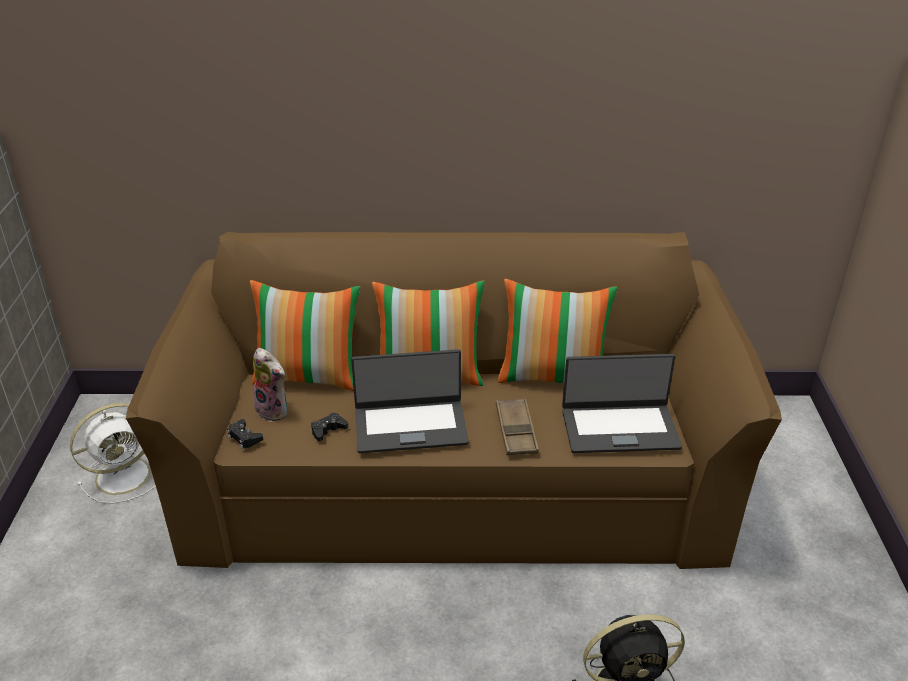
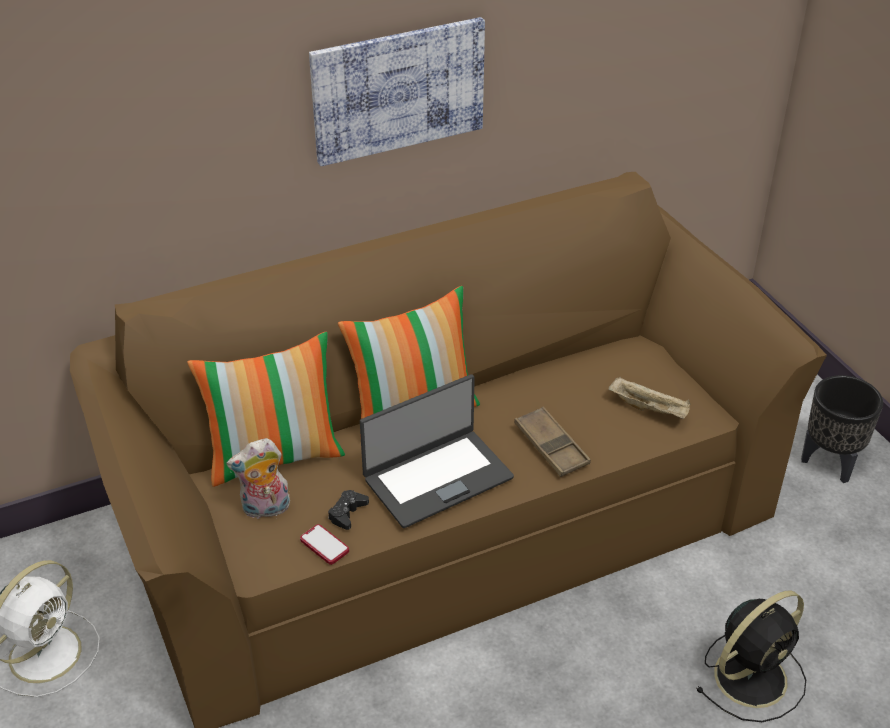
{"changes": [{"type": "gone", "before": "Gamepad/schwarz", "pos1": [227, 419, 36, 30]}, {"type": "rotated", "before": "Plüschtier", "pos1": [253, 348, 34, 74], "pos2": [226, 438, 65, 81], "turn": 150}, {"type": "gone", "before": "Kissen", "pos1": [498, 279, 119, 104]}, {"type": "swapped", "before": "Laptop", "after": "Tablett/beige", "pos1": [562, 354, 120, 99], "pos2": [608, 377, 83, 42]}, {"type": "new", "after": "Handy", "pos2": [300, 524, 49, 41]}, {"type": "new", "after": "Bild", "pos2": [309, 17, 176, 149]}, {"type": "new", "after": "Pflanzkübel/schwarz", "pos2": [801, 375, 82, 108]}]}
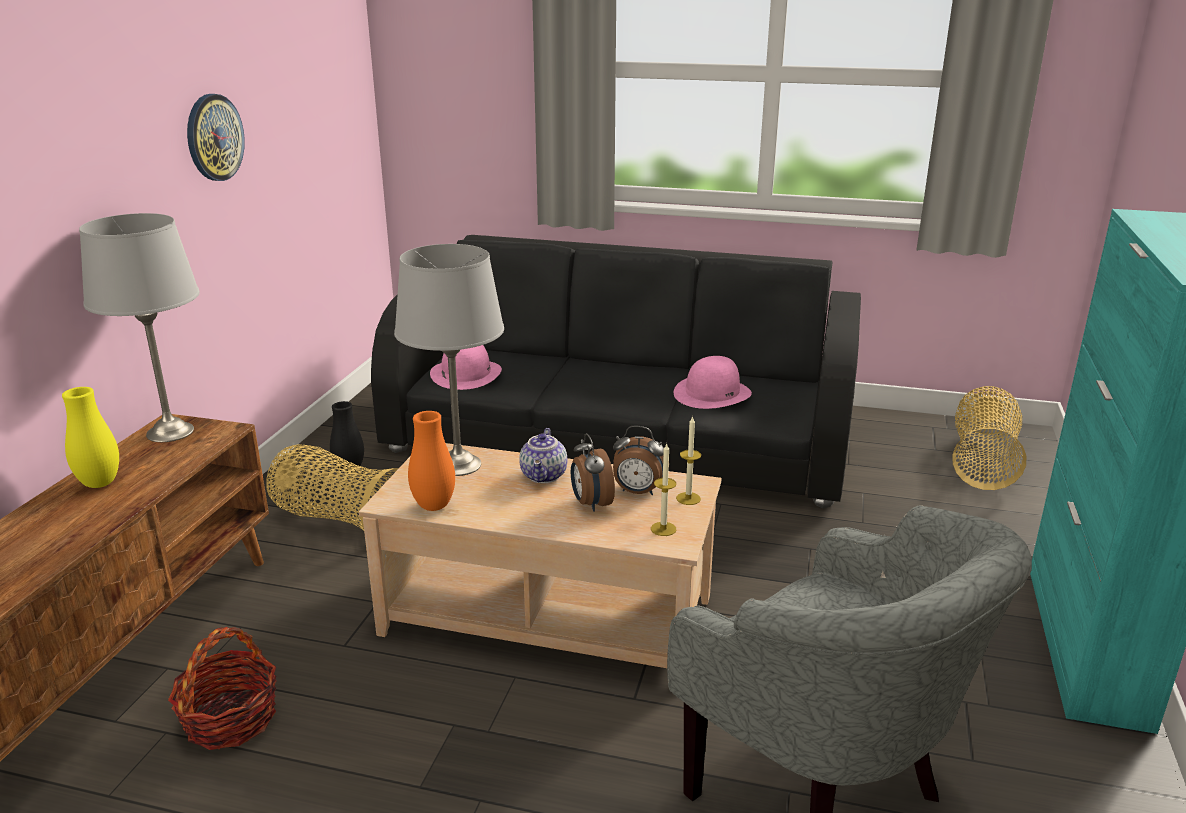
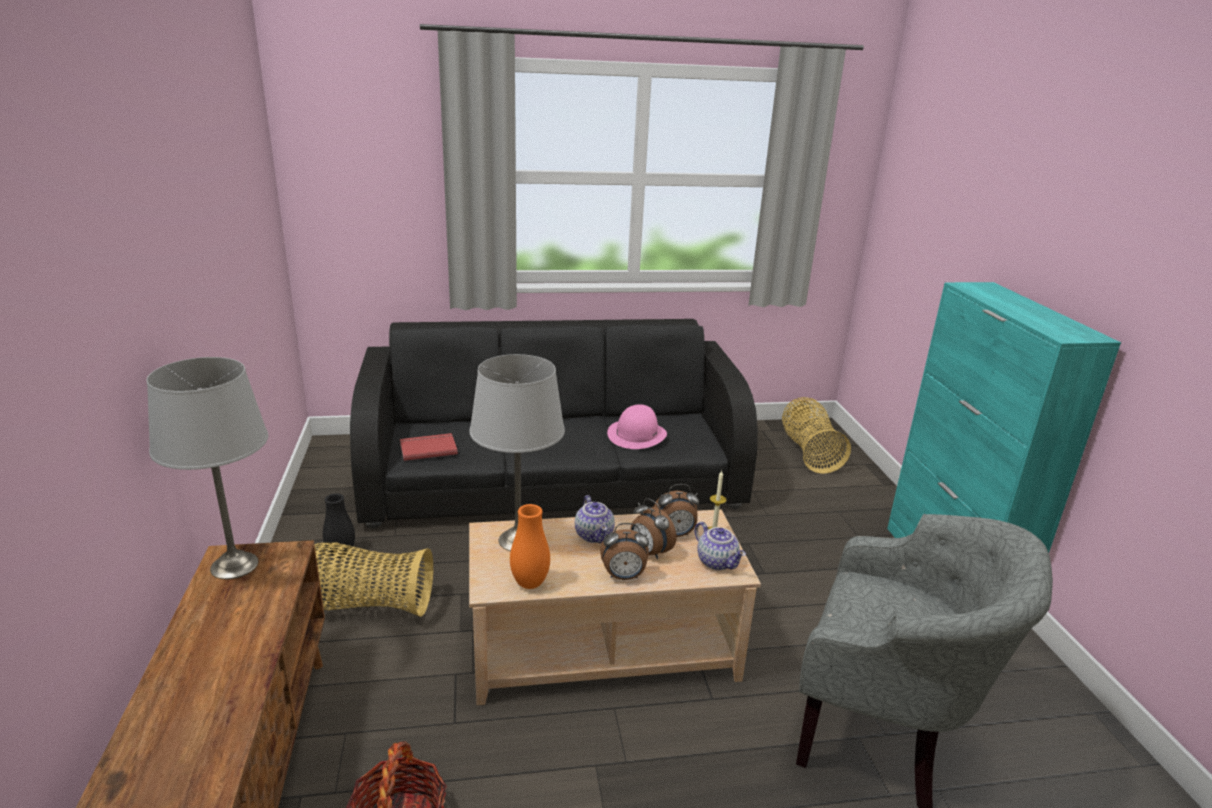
{"changes": [{"type": "gone", "before": "Vase/gelb", "pos1": [62, 387, 57, 101]}, {"type": "gone", "before": "Wanduhr", "pos1": [187, 94, 58, 87]}, {"type": "swapped", "before": "Hut/rosa", "after": "Buch/rot", "pos1": [430, 345, 72, 45], "pos2": [400, 433, 58, 28]}, {"type": "swapped", "before": "Kerze", "after": "Teekanne", "pos1": [651, 444, 25, 92], "pos2": [695, 522, 51, 49]}, {"type": "new", "after": "Wecker", "pos2": [600, 523, 49, 57]}]}
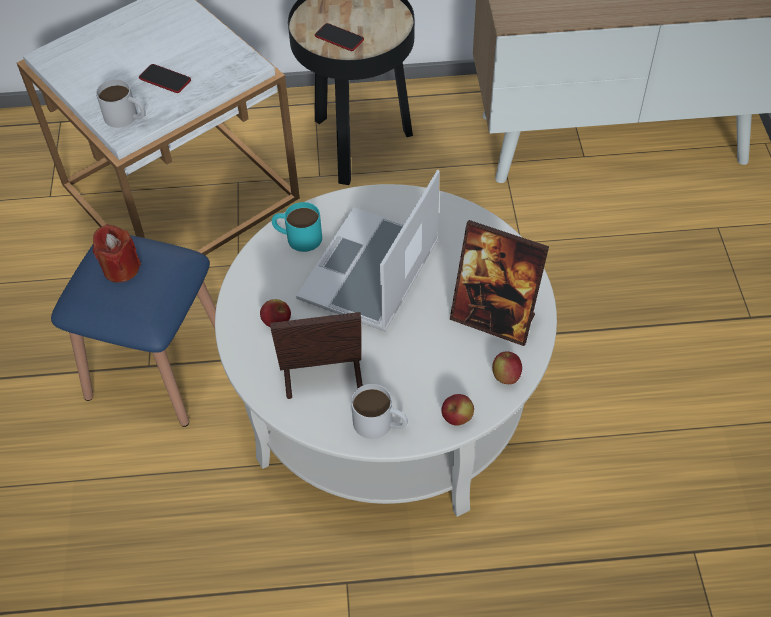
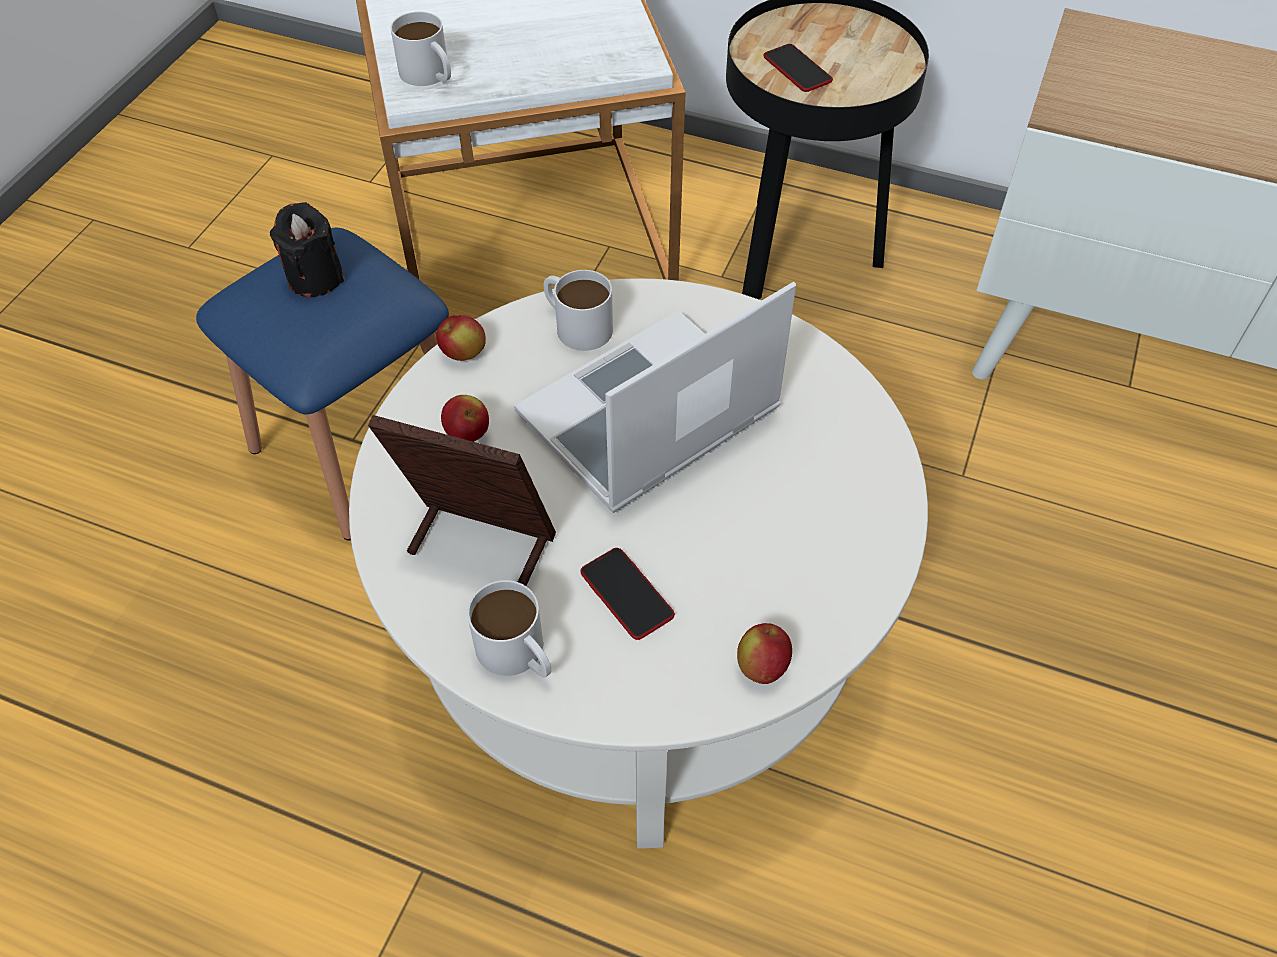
{"changes": [{"type": "repainted", "before": "Kerze/rot", "after": "Kerze/schwarz", "pos1": [93, 224, 48, 59], "pos2": [270, 202, 74, 95]}, {"type": "shifted", "before": "Handy", "pos1": [139, 64, 52, 29], "pos2": [580, 548, 95, 92]}, {"type": "repainted", "before": "Henkelbecher/türkis", "after": "Henkelbecher/weiß", "pos1": [272, 202, 50, 50], "pos2": [543, 270, 70, 81]}, {"type": "shifted", "before": "Apfel", "pos1": [441, 394, 33, 32], "pos2": [436, 315, 50, 46]}, {"type": "gone", "before": "Bilderrahmen", "pos1": [450, 220, 99, 126]}]}
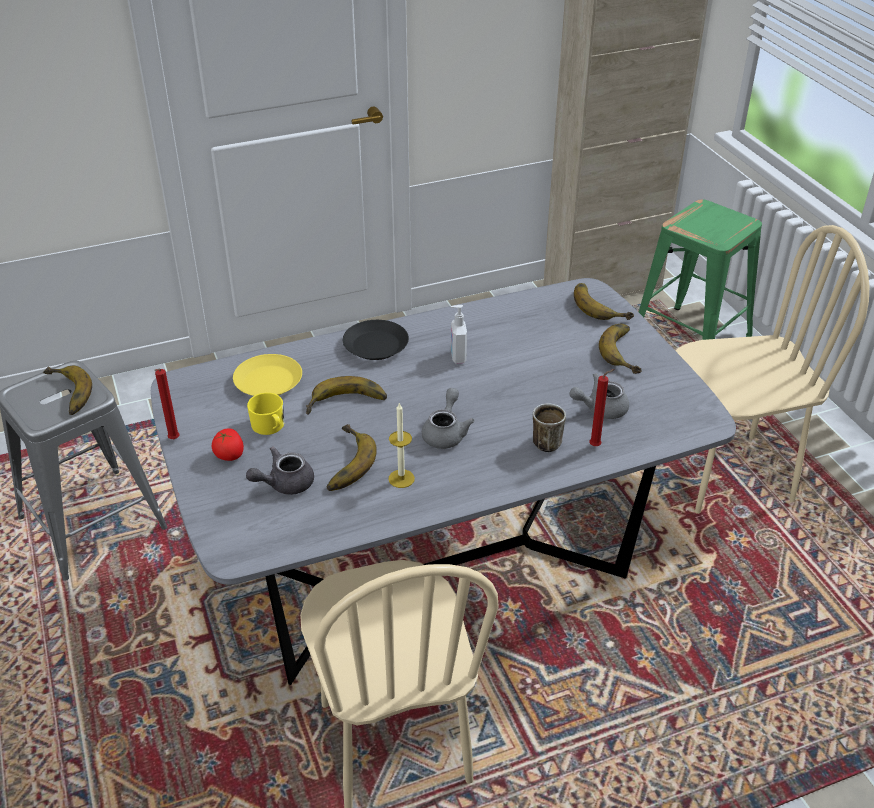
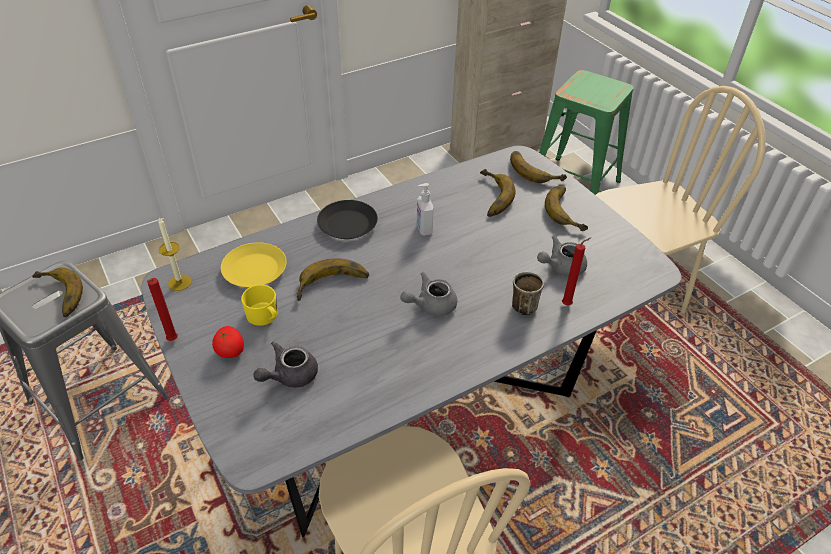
{"changes": [{"type": "shifted", "before": "Banane", "pos1": [327, 424, 50, 67], "pos2": [480, 169, 35, 48]}, {"type": "shifted", "before": "Kerze", "pos1": [388, 403, 27, 85], "pos2": [158, 217, 33, 74]}, {"type": "rotated", "before": "Teekanne/grau", "pos1": [422, 388, 53, 61], "pos2": [400, 272, 57, 44], "turn": -120}]}
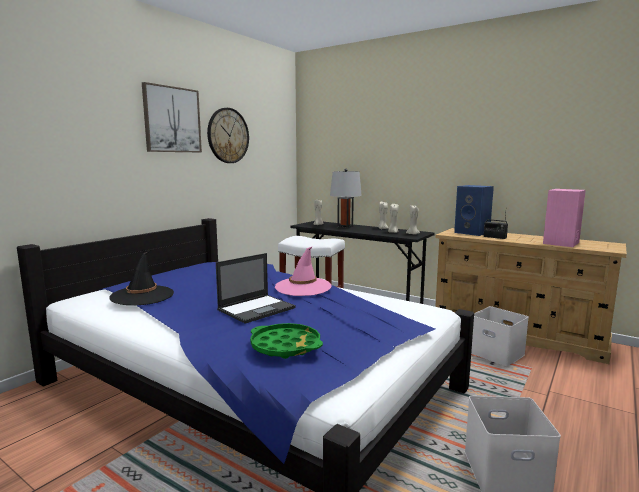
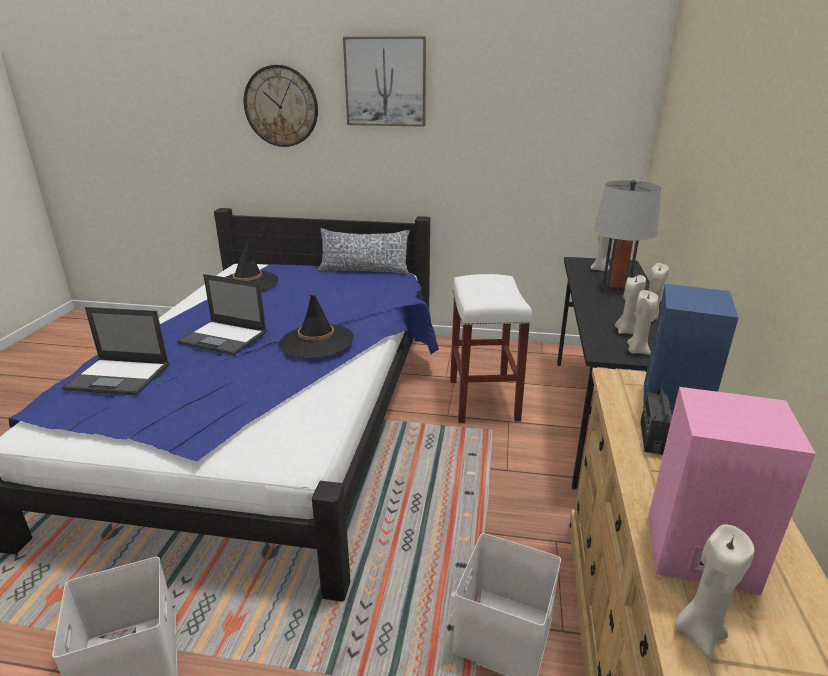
{"changes": [{"type": "shifted", "before": "Wanduhr", "pos1": [207, 108, 42, 55], "pos2": [244, 65, 74, 82]}, {"type": "swapped", "before": "Tablett/grün", "after": "Laptop", "pos1": [250, 323, 73, 36], "pos2": [62, 307, 107, 89]}, {"type": "repainted", "before": "Hut/rosa", "after": "Hut/schwarz", "pos1": [275, 246, 57, 50], "pos2": [279, 295, 75, 64]}, {"type": "new", "after": "Kissen", "pos2": [318, 228, 92, 46]}, {"type": "new", "after": "Kerze/beige", "pos2": [675, 524, 79, 132]}]}
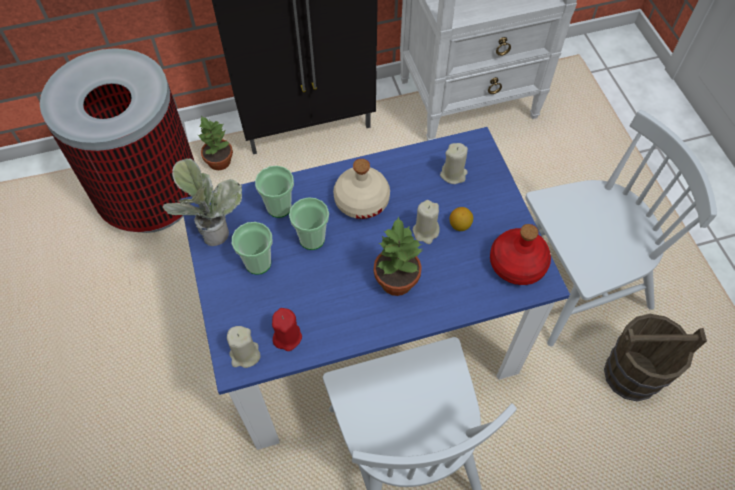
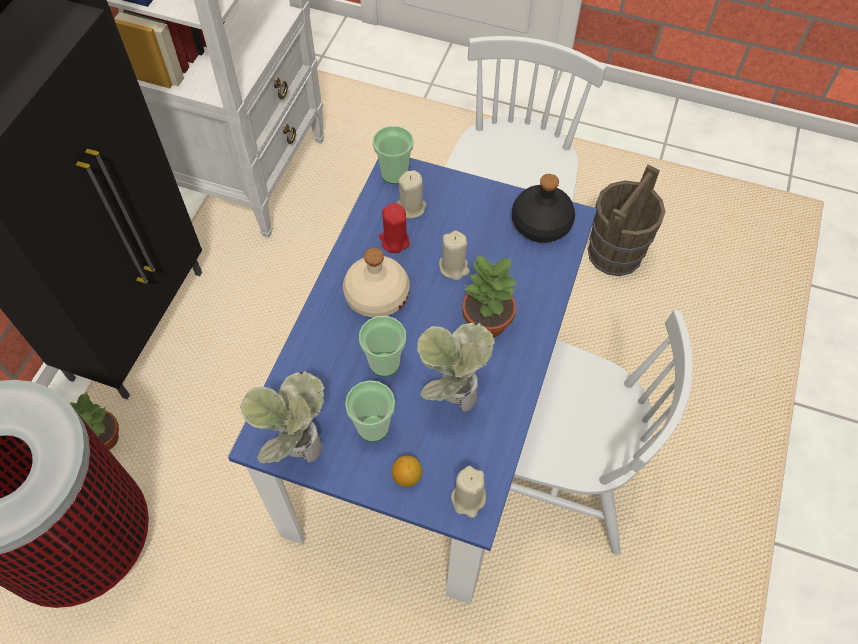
{"changes": [{"type": "shifted", "before": "Tasse", "pos1": [255, 166, 39, 52], "pos2": [373, 126, 41, 58]}, {"type": "shifted", "before": "Kerze/rot", "pos1": [272, 308, 30, 43], "pos2": [379, 203, 31, 50]}, {"type": "shifted", "before": "Zitrone", "pos1": [449, 207, 24, 24], "pos2": [392, 456, 30, 31]}, {"type": "repainted", "before": "Flasche/rot", "after": "Flasche/schwarz", "pos1": [490, 224, 61, 61], "pos2": [512, 174, 63, 69]}, {"type": "new", "after": "Topfpflanze", "pos2": [417, 323, 78, 89]}]}
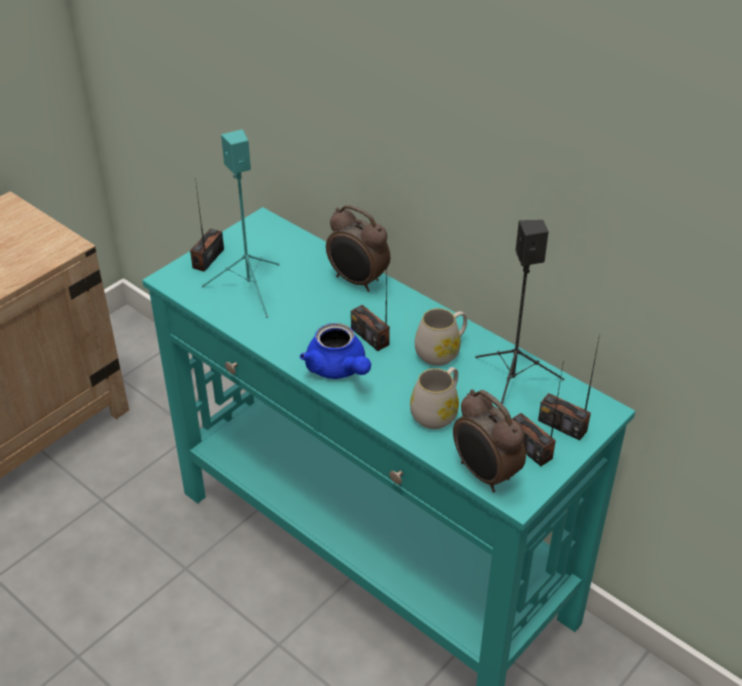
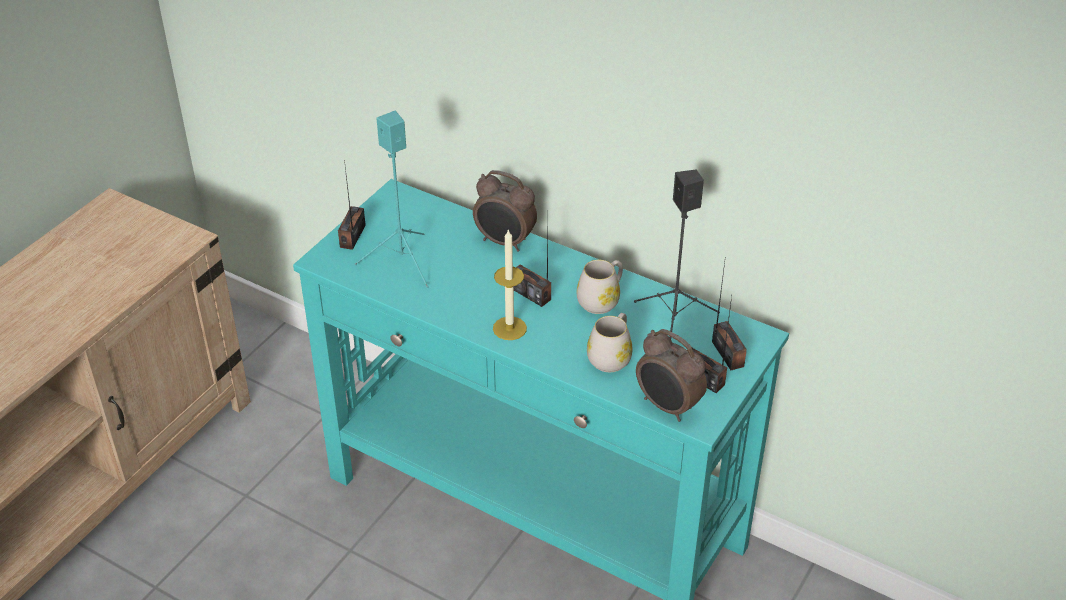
{"changes": [{"type": "swapped", "before": "Teekanne/blau", "after": "Kerze", "pos1": [300, 323, 71, 56], "pos2": [493, 229, 34, 111]}, {"type": "rotated", "before": "Radio", "pos1": [538, 334, 62, 107], "pos2": [712, 262, 35, 108], "turn": -135}]}
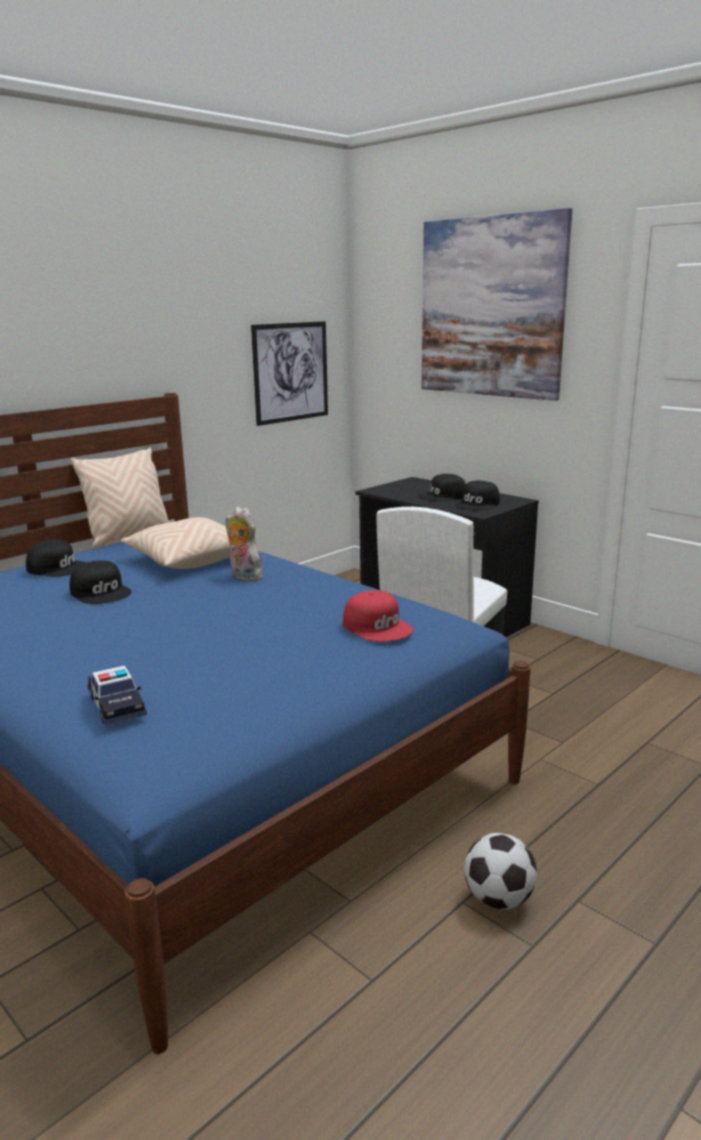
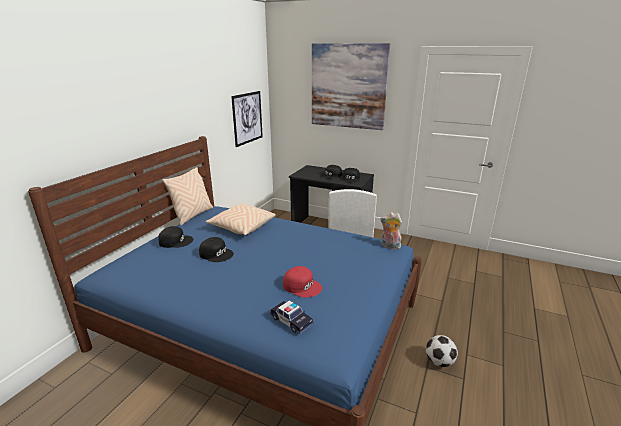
{"changes": [{"type": "shifted", "before": "Plüschtier", "pos1": [225, 507, 38, 74], "pos2": [380, 212, 22, 38]}, {"type": "shifted", "before": "Kappe/rot", "pos1": [343, 590, 70, 52], "pos2": [283, 266, 39, 32]}]}
